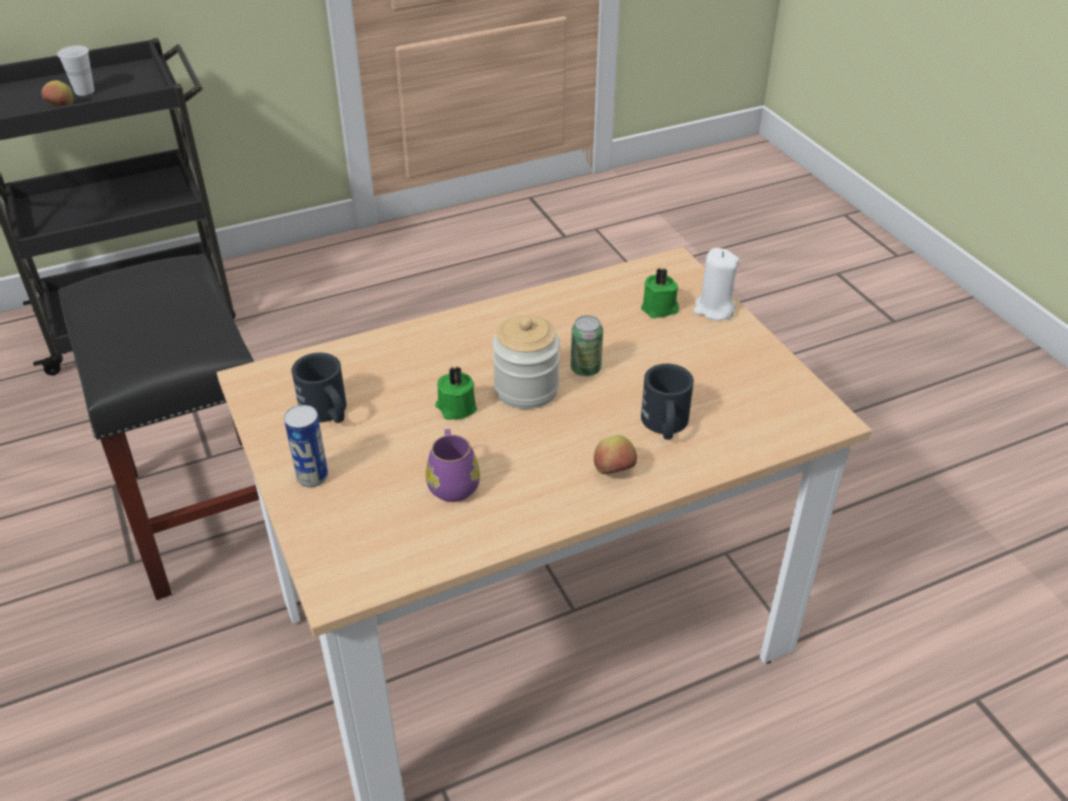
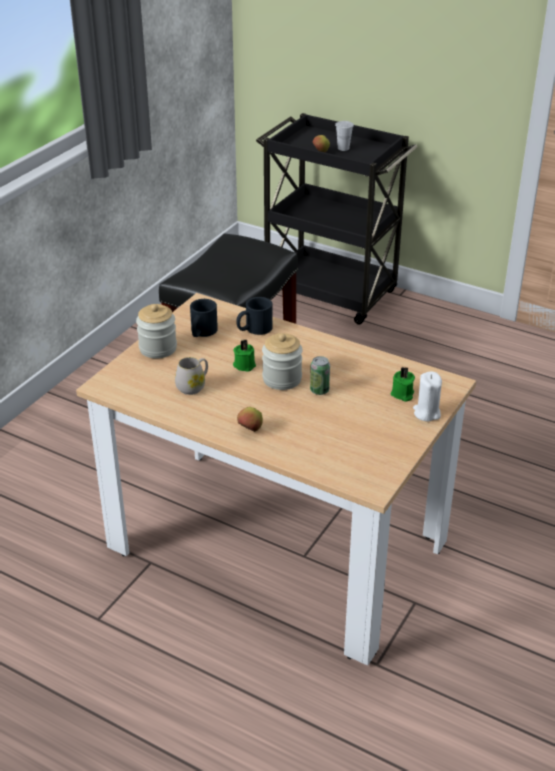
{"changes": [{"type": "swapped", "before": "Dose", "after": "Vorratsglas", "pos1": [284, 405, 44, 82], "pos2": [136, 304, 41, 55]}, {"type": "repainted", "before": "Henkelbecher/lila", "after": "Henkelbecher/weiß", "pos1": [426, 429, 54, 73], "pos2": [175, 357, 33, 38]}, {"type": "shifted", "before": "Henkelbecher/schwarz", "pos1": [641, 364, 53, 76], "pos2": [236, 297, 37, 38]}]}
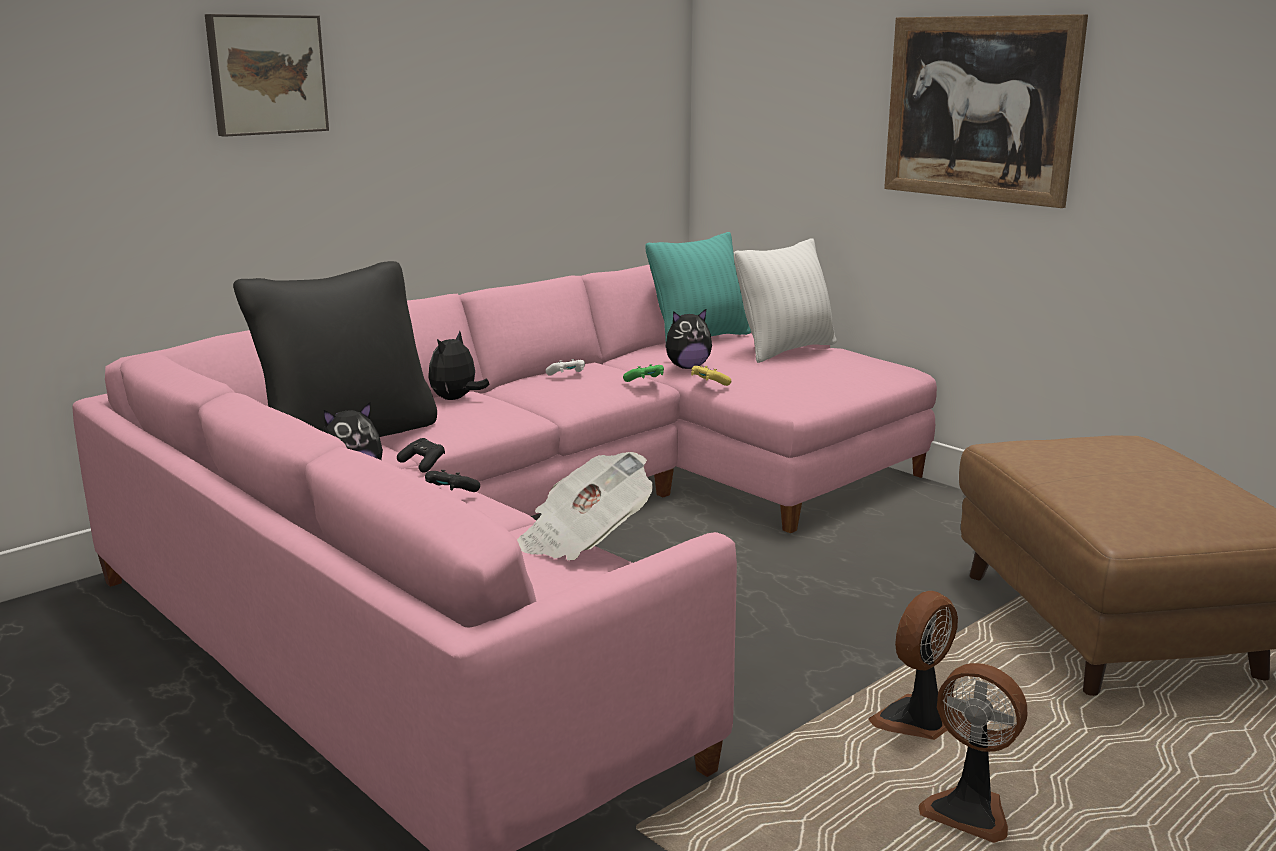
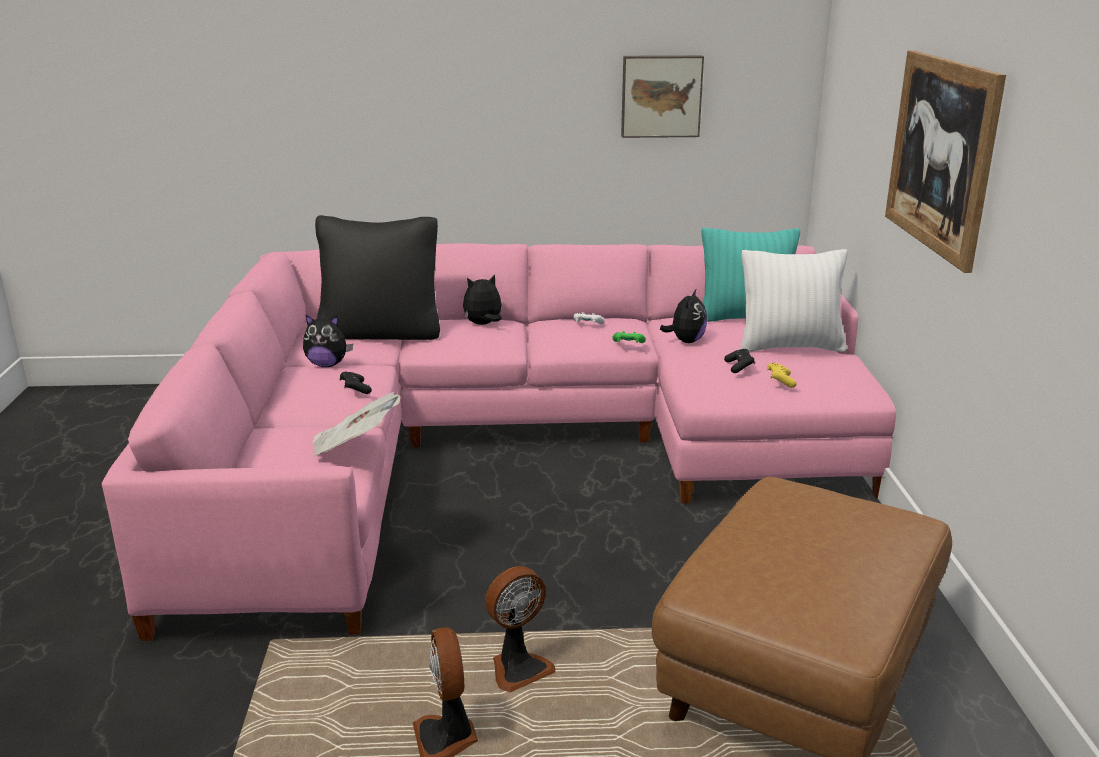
{"changes": [{"type": "shifted", "before": "Bild", "pos1": [205, 14, 124, 123], "pos2": [621, 55, 83, 83]}, {"type": "shifted", "before": "Gamepad/schwarz", "pos1": [397, 438, 48, 34], "pos2": [724, 349, 31, 24]}, {"type": "rotated", "before": "Plüschtier", "pos1": [666, 309, 46, 60], "pos2": [660, 288, 47, 55], "turn": -90}, {"type": "shifted", "before": "Gamepad/gelb", "pos1": [691, 365, 40, 21], "pos2": [767, 363, 30, 25]}, {"type": "rotated", "before": "Ventilator", "pos1": [868, 591, 90, 149], "pos2": [485, 566, 70, 126], "turn": 150}]}
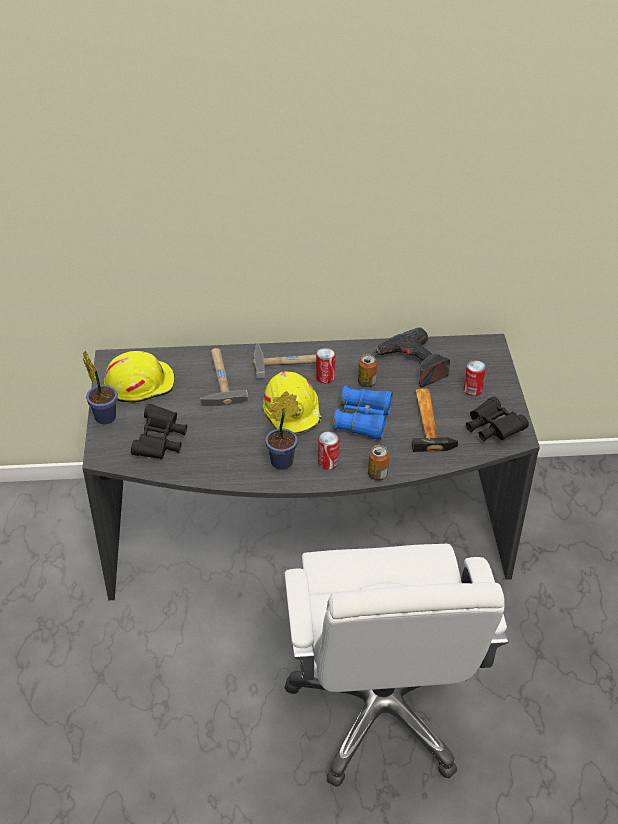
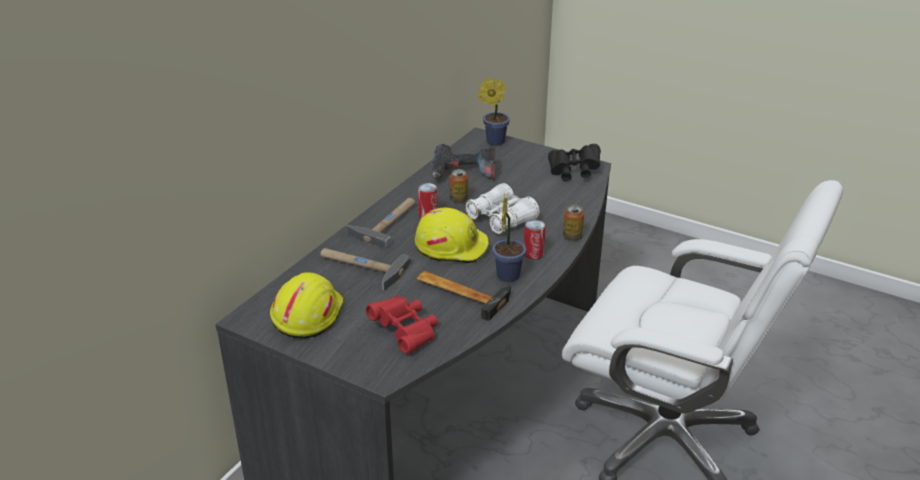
{"changes": [{"type": "shifted", "before": "Topfpflanze", "pos1": [83, 351, 35, 73], "pos2": [478, 77, 32, 69]}, {"type": "repainted", "before": "Fernglas/schwarz", "after": "Fernglas/rot", "pos1": [131, 404, 56, 56], "pos2": [366, 296, 72, 58]}, {"type": "repainted", "before": "Fernglas/blau", "after": "Fernglas/weiß", "pos1": [333, 385, 60, 55], "pos2": [465, 183, 75, 51]}, {"type": "shifted", "before": "Hammer", "pos1": [412, 388, 46, 64], "pos2": [417, 271, 94, 50]}, {"type": "gone", "before": "Dose", "pos1": [464, 360, 22, 36]}]}
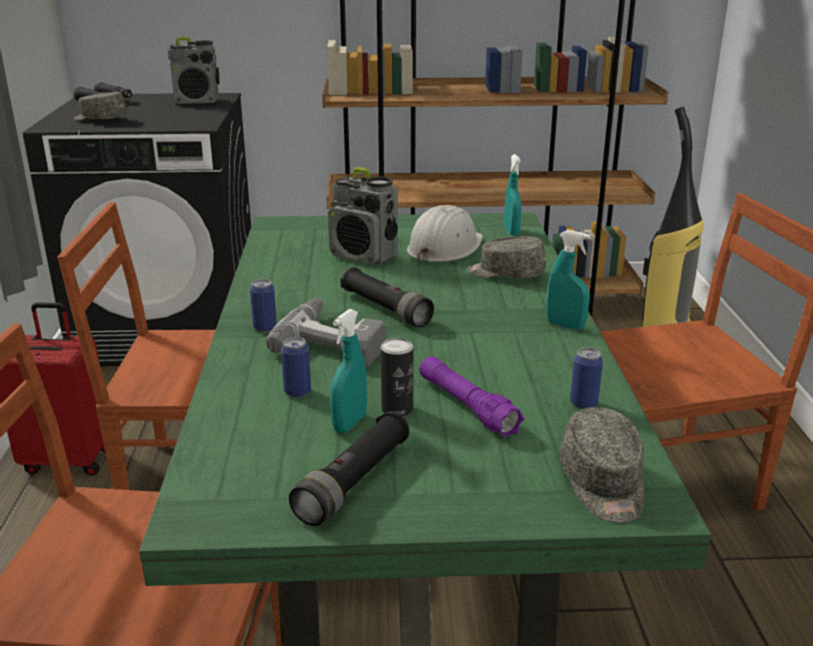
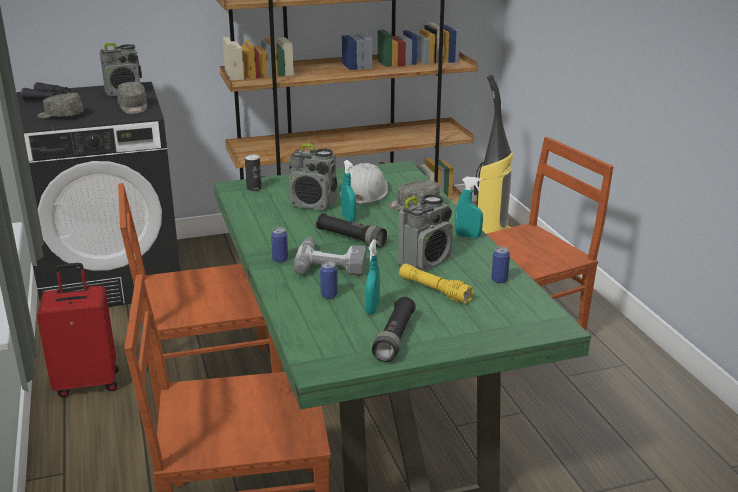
{"changes": [{"type": "shifted", "before": "Dose", "pos1": [381, 338, 32, 79], "pos2": [245, 154, 17, 37]}, {"type": "repainted", "before": "Taschenlampe/lila", "after": "Taschenlampe/gelb", "pos1": [419, 356, 105, 82], "pos2": [399, 264, 75, 40]}, {"type": "shifted", "before": "Sprühflasche/türkis", "pos1": [504, 154, 17, 82], "pos2": [341, 160, 15, 62]}, {"type": "shifted", "before": "Kappe/grau", "pos1": [560, 407, 84, 116], "pos2": [117, 82, 30, 32]}, {"type": "new", "after": "Radio", "pos2": [398, 194, 55, 77]}]}
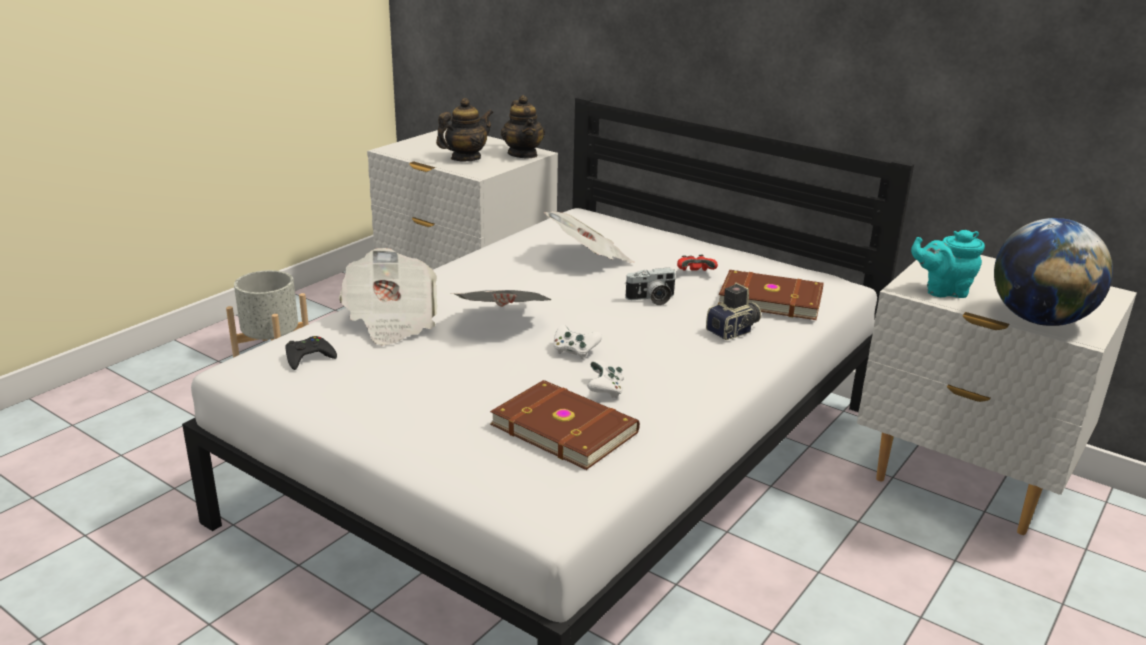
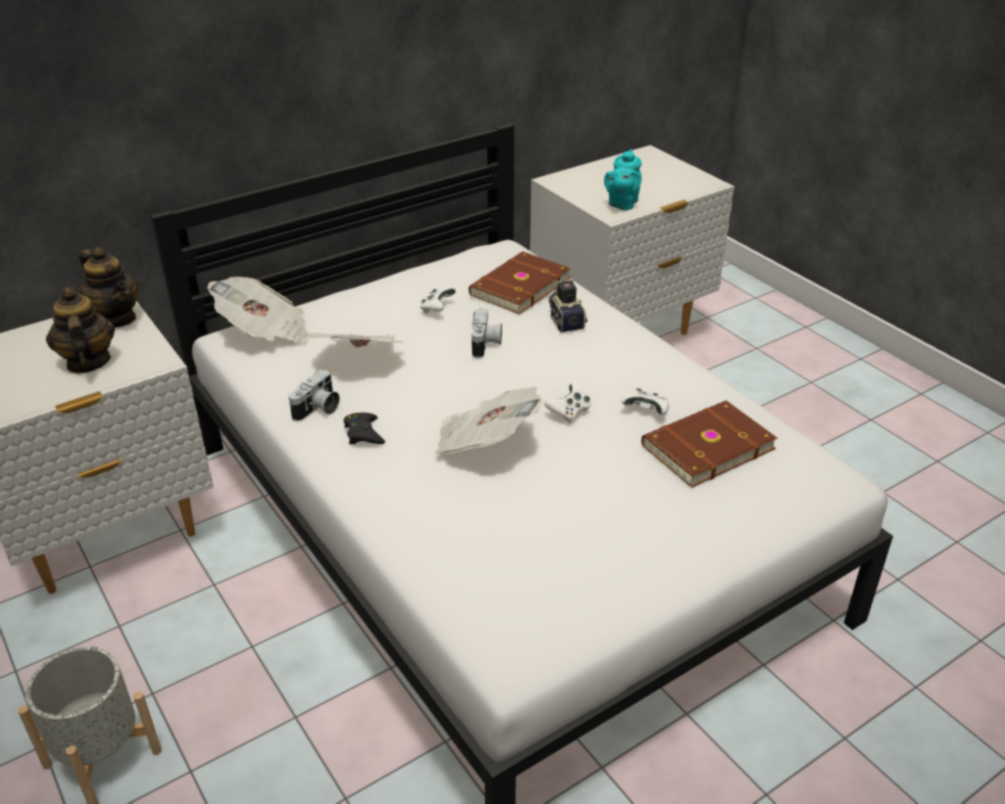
{"changes": [{"type": "shifted", "before": "Gamepad/schwarz", "pos1": [285, 336, 52, 34], "pos2": [344, 413, 41, 32]}, {"type": "shifted", "before": "Zeitung", "pos1": [339, 248, 98, 98], "pos2": [207, 277, 102, 66]}, {"type": "rotated", "before": "Teekanne", "pos1": [501, 95, 44, 63], "pos2": [79, 247, 60, 81], "turn": 45}, {"type": "repainted", "before": "Gamepad/rot", "after": "Gamepad/weiß", "pos1": [677, 255, 41, 16], "pos2": [420, 287, 36, 26]}, {"type": "gone", "before": "Globus", "pos1": [994, 218, 119, 108]}, {"type": "new", "after": "Kamera", "pos2": [289, 370, 51, 51]}]}
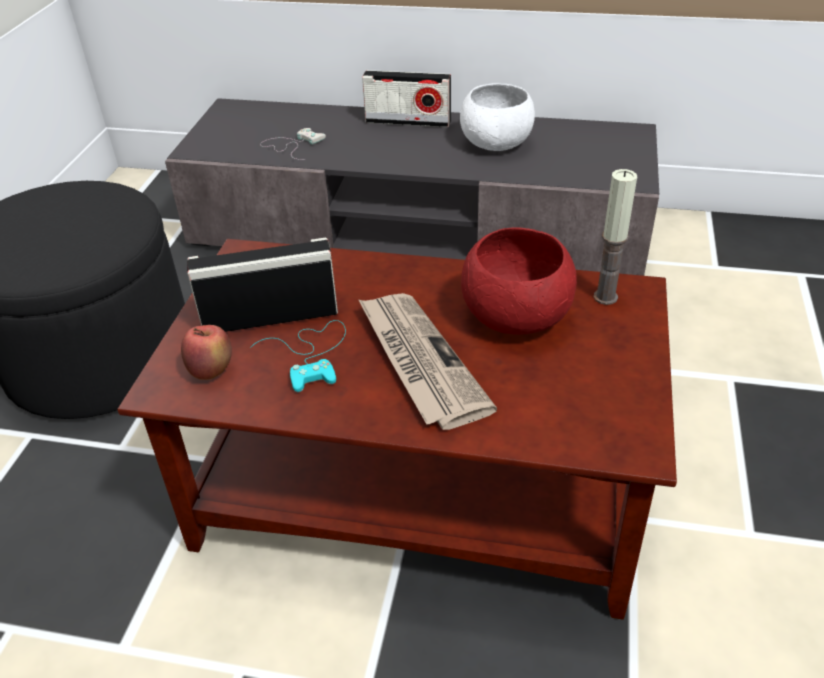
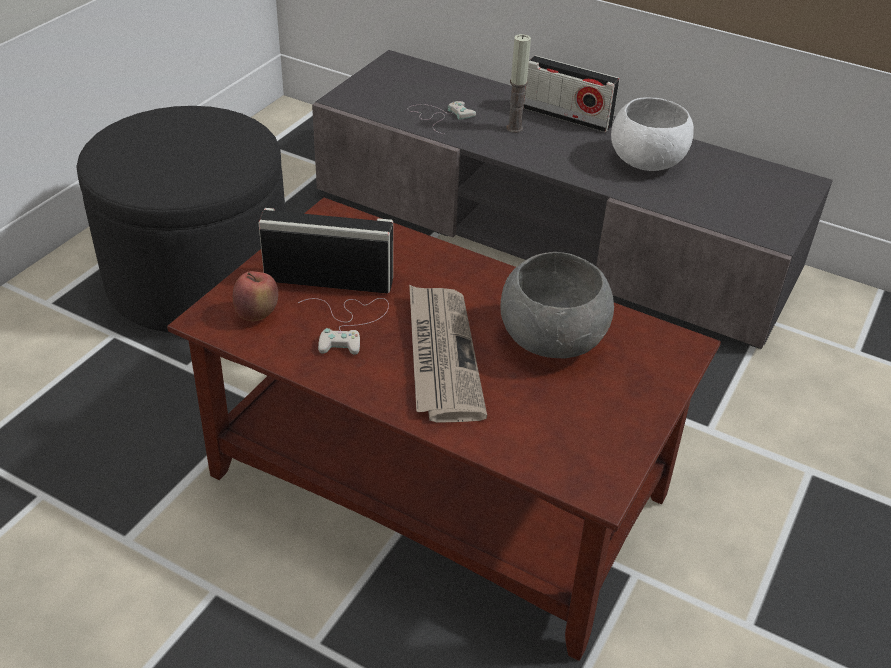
{"changes": [{"type": "repainted", "before": "Gamepad/türkis", "after": "Gamepad/weiß", "pos1": [250, 320, 96, 72], "pos2": [298, 298, 91, 57]}, {"type": "repainted", "before": "Schüssel/rot", "after": "Schüssel/grau", "pos1": [461, 227, 116, 108], "pos2": [501, 252, 113, 106]}, {"type": "shifted", "before": "Kerze", "pos1": [593, 169, 44, 136], "pos2": [506, 34, 25, 99]}]}
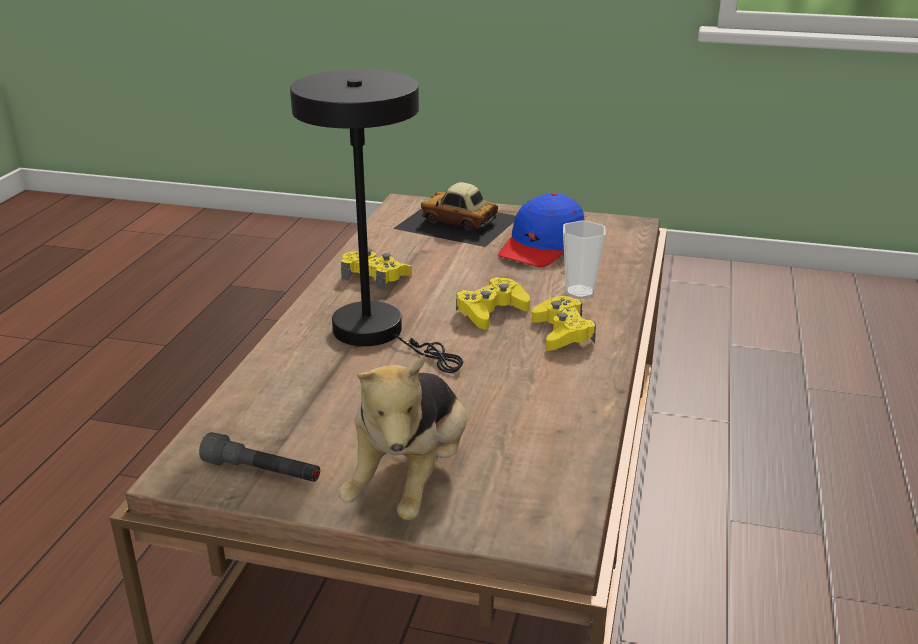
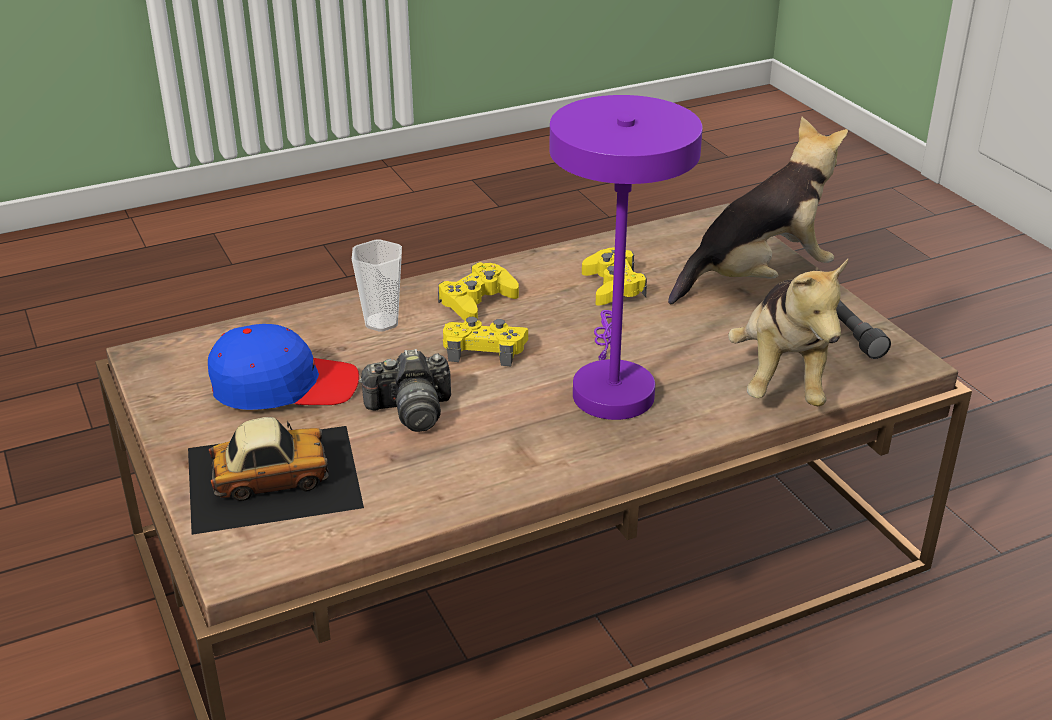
{"changes": [{"type": "repainted", "before": "Tischlampe/schwarz", "after": "Tischlampe/lila", "pos1": [290, 70, 173, 303], "pos2": [549, 95, 154, 325]}, {"type": "shifted", "before": "Gamepad/gelb", "pos1": [341, 249, 71, 41], "pos2": [582, 247, 65, 58]}, {"type": "rotated", "before": "Spielzeugauto", "pos1": [393, 182, 123, 65], "pos2": [188, 417, 176, 118], "turn": -90}, {"type": "new", "after": "Kamera", "pos2": [359, 349, 92, 83]}, {"type": "new", "after": "Plüschtier", "pos2": [728, 259, 120, 147]}]}
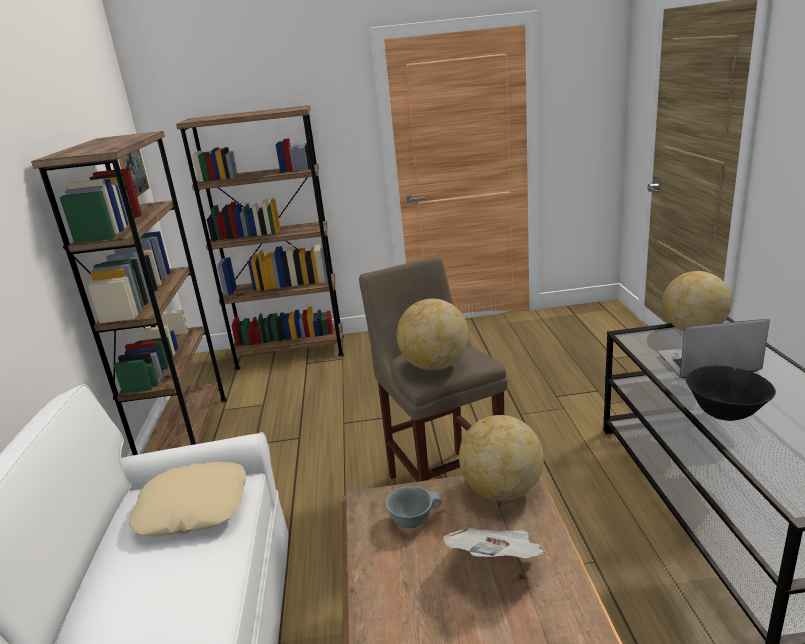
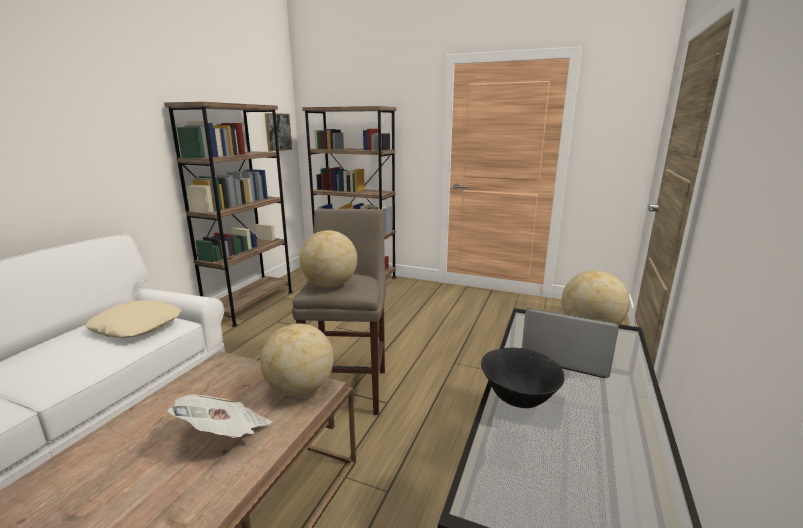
{"changes": [{"type": "gone", "before": "Schüssel/grau", "pos1": [385, 486, 56, 43]}]}
